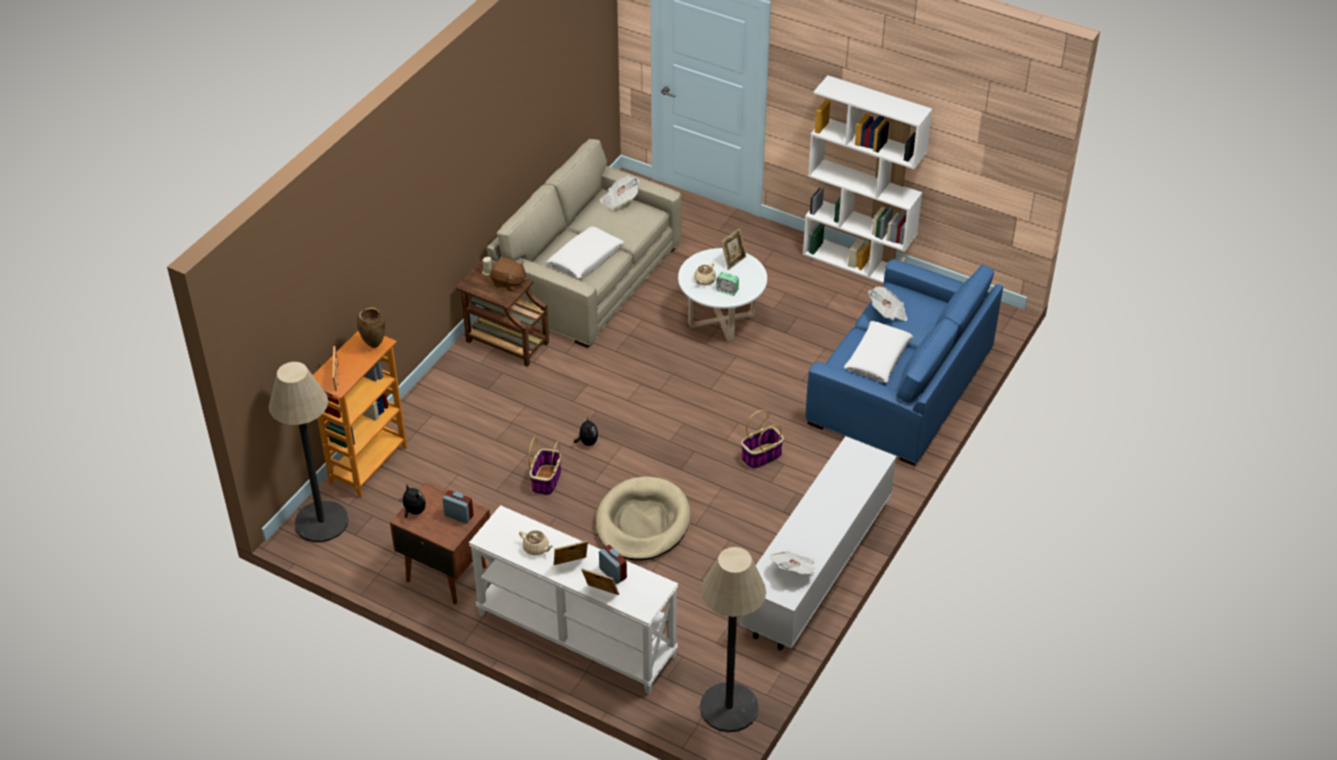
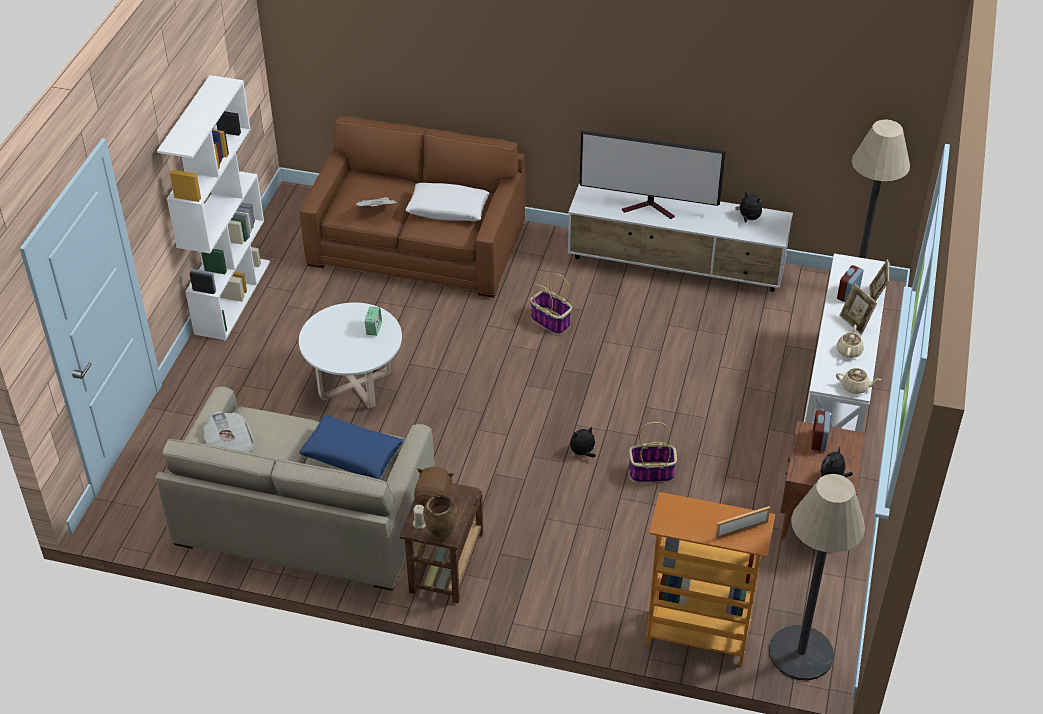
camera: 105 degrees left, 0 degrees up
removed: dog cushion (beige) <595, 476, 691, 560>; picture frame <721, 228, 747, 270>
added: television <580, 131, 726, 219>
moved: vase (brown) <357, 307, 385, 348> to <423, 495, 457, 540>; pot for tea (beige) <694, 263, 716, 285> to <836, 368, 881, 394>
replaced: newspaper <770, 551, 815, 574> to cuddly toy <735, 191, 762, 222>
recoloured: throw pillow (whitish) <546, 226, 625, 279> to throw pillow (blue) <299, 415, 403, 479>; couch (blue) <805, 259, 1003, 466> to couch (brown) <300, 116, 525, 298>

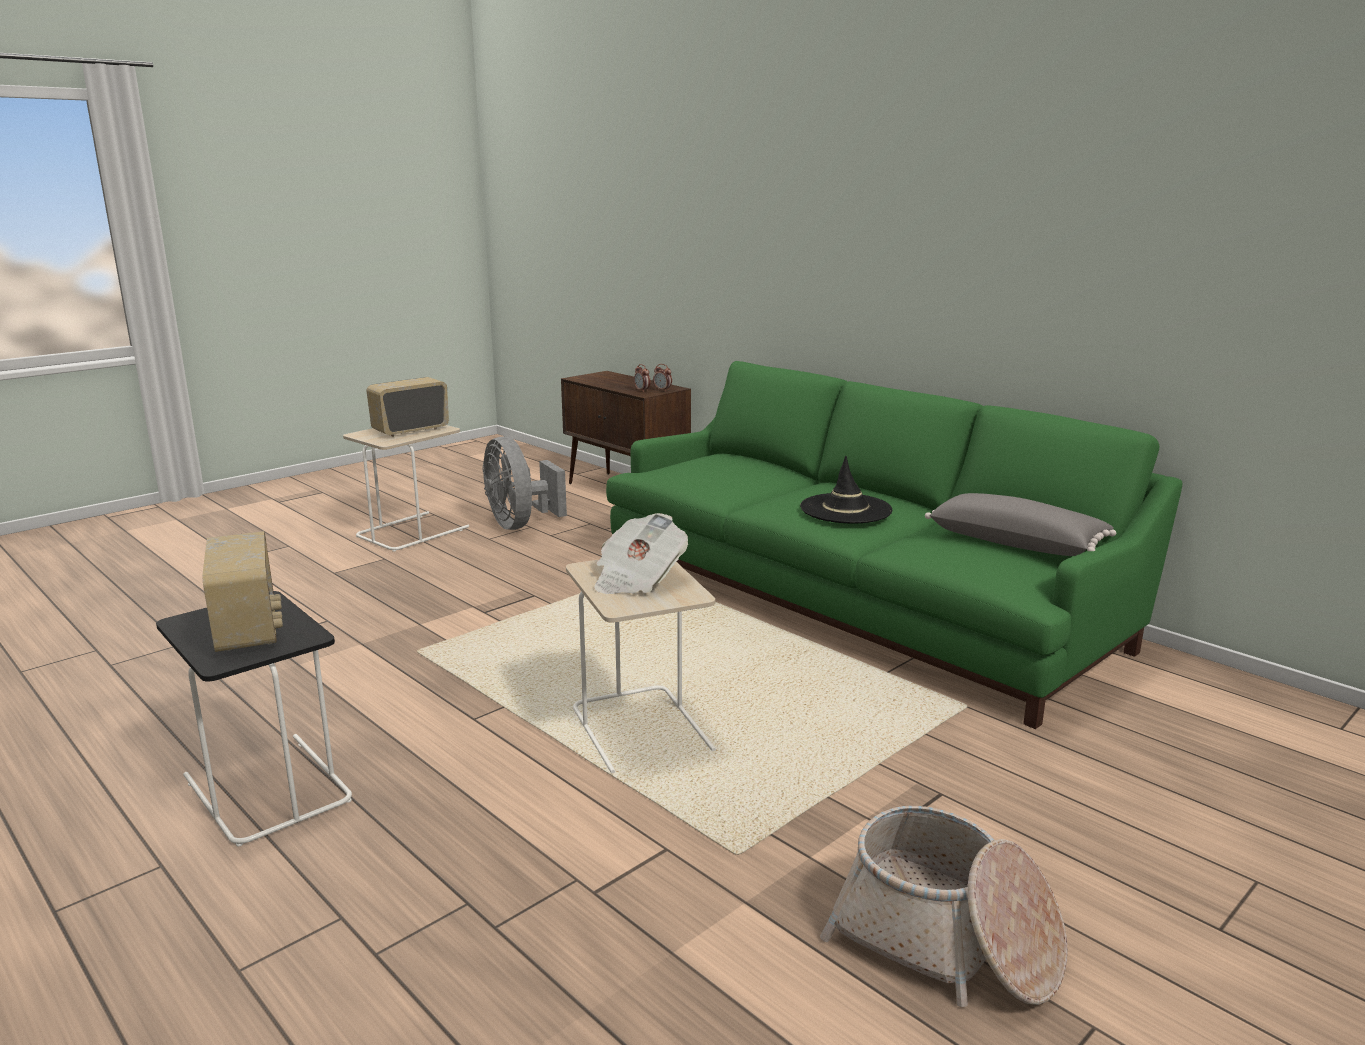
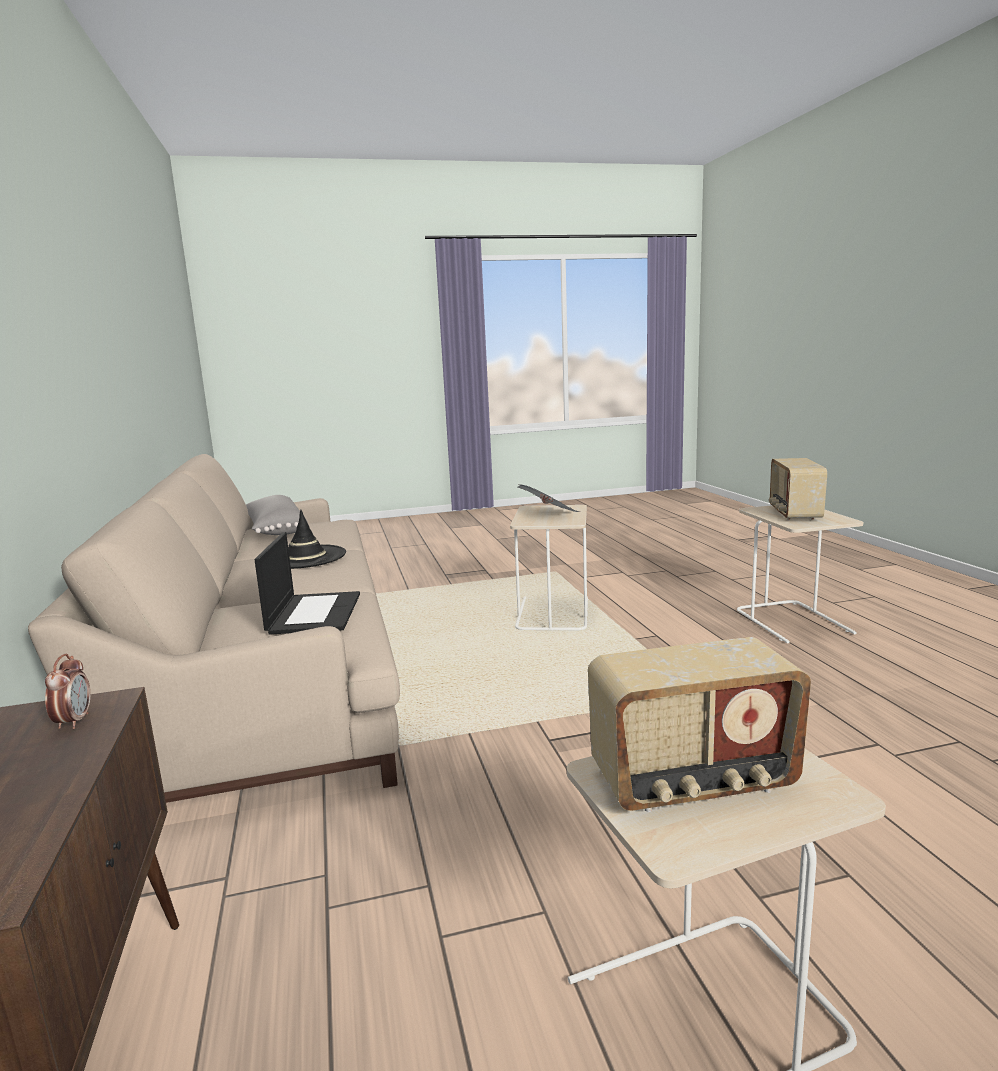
camera: 150 degrees left, 5 degrees down
removed: cooling fan (grey) <483, 437, 567, 530>; table clock <653, 364, 672, 392>; household basket <820, 806, 1068, 1007>
added: portable computer <254, 532, 360, 635>
recoloured: side table (black) <156, 591, 352, 846> to side table (beige) <737, 505, 863, 643>; couch (green) <606, 361, 1182, 729> to couch (beige) <28, 454, 400, 803>

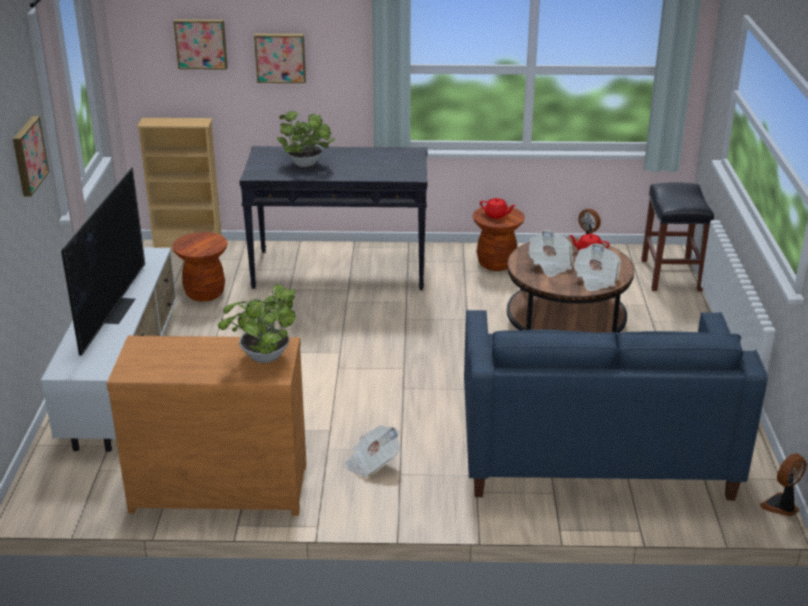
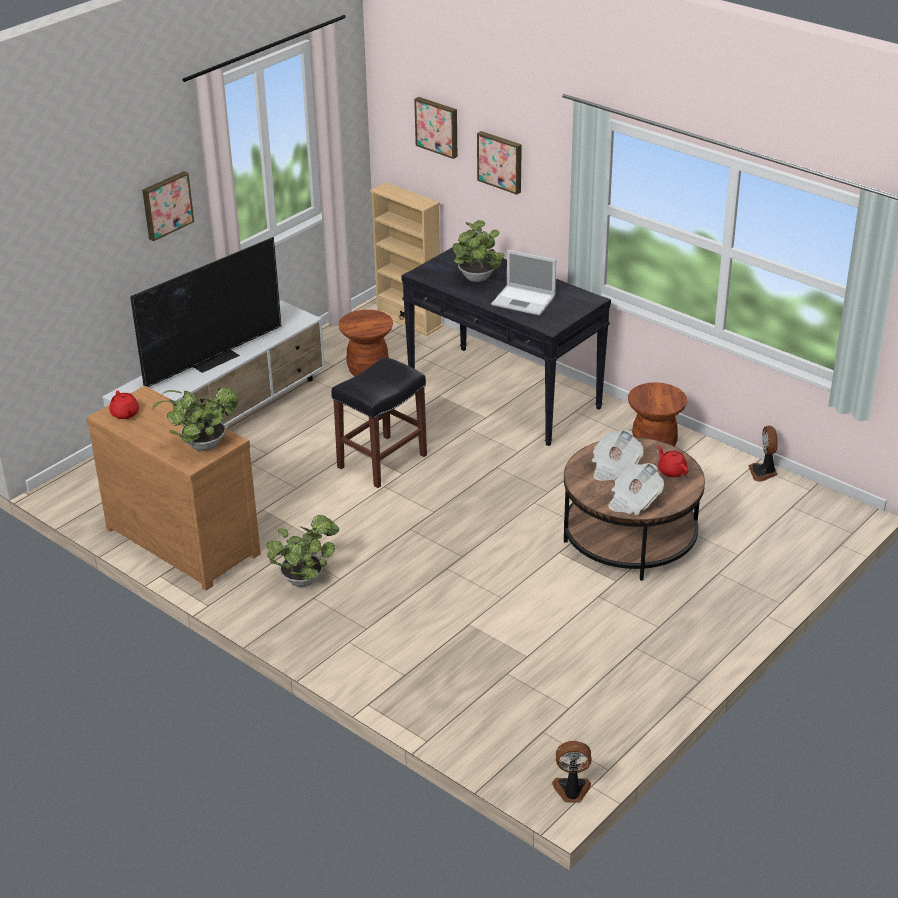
camera: 40 degrees right, 5 degrees up
removed: couch (blue) <464, 310, 768, 501>
added: portable computer <491, 250, 556, 316>
moved: pot for tea (red) <480, 198, 516, 219> to <109, 391, 139, 419>; sitting stool (black) <641, 183, 714, 292> to <331, 357, 427, 488>
replaced: newspaper <343, 425, 401, 478> to potted plant <267, 515, 339, 587>

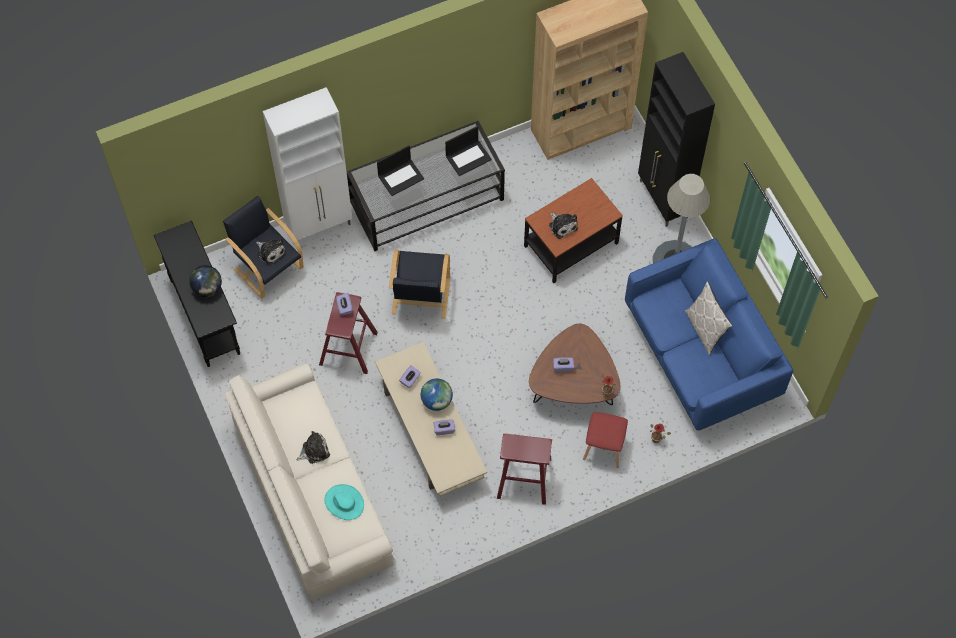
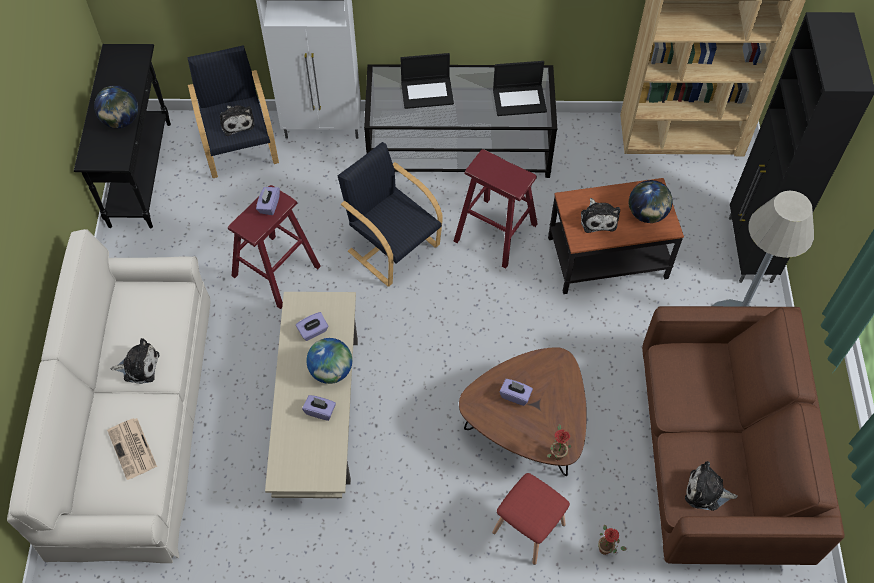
camera: 25 degrees right, 5 degrees down
removed: throw pillow <685, 281, 733, 355>
added: world globe <629, 180, 673, 223>; cuddly toy <685, 461, 738, 511>
moved: sitting stool (red) <497, 433, 552, 505> to <454, 149, 538, 269>
replaced: clothing hat (turquoise-coloured) <324, 484, 364, 520> to newspaper <107, 418, 157, 480>
recoloured: couch (blue) <625, 238, 794, 431> to couch (brown) <642, 306, 845, 565>
turned: armchair (black) <389, 250, 450, 319> = <337, 142, 442, 287> 105 degrees clockwise

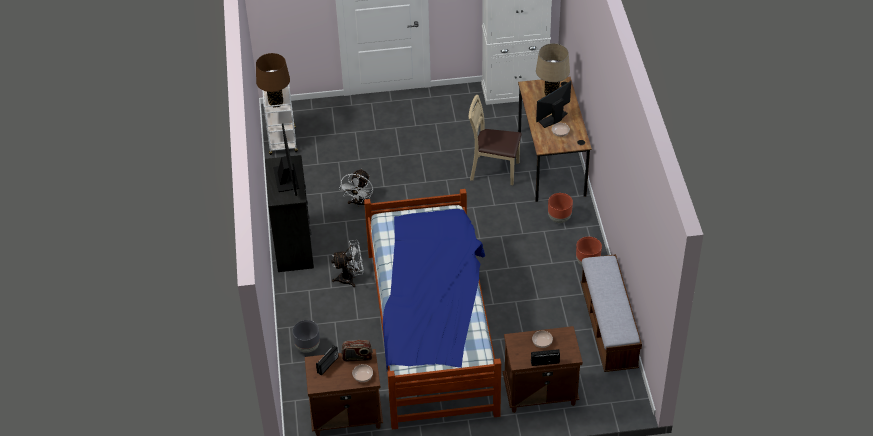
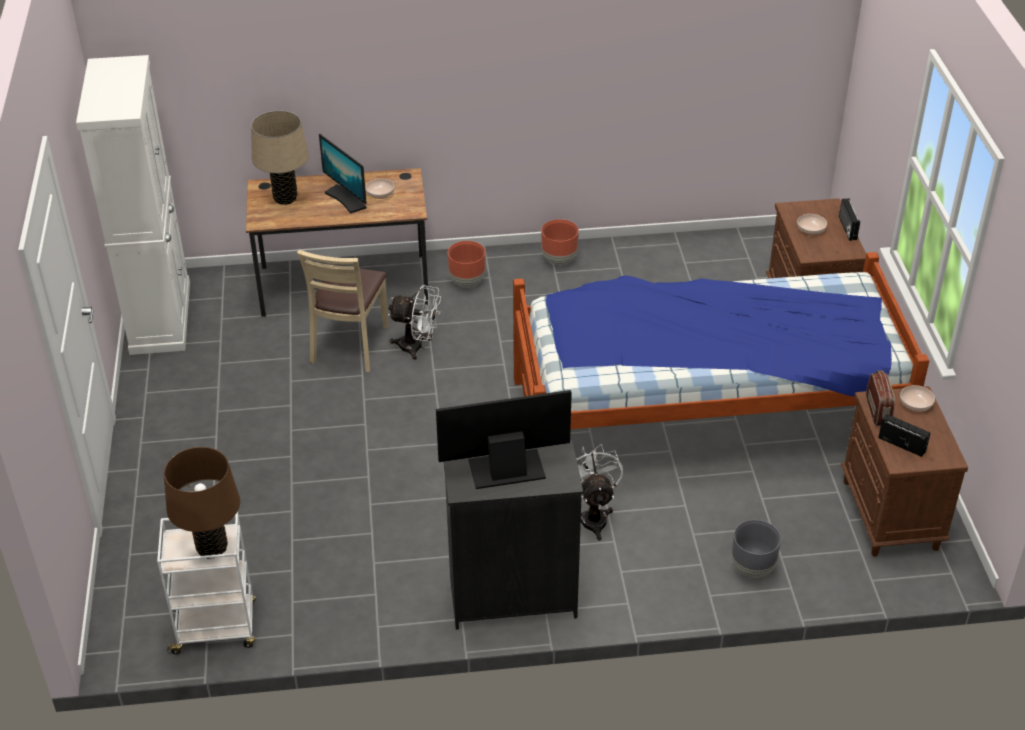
camera: 90 degrees left, 5 degrees down
removed: indoor bench <581, 254, 642, 372>
moved: cooling fan (whitish) <339, 169, 373, 207> to <388, 285, 441, 360>

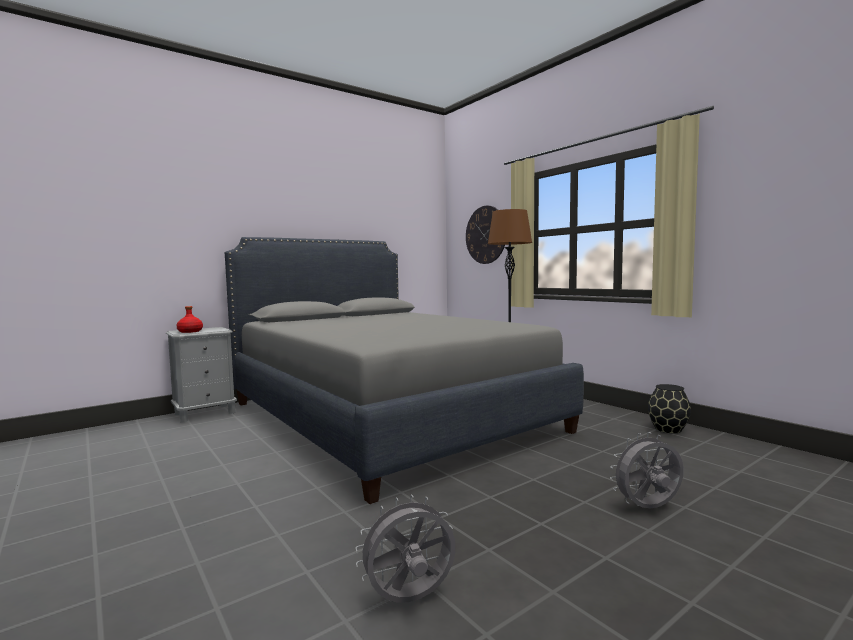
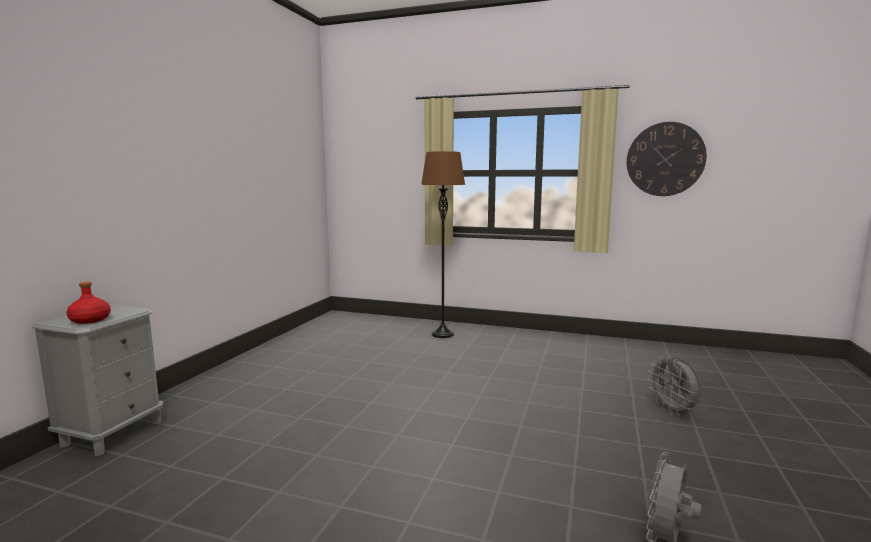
camera: 35 degrees left, 5 degrees up
removed: bedroom bed (grey) <225, 237, 584, 504>; vase (black) <648, 384, 691, 433>
moved: wall clock <466, 206, 505, 264> to <627, 122, 707, 196>
turned: cooling fan (grey) <610, 432, 684, 508> = <648, 356, 701, 415> 60 degrees counterclockwise

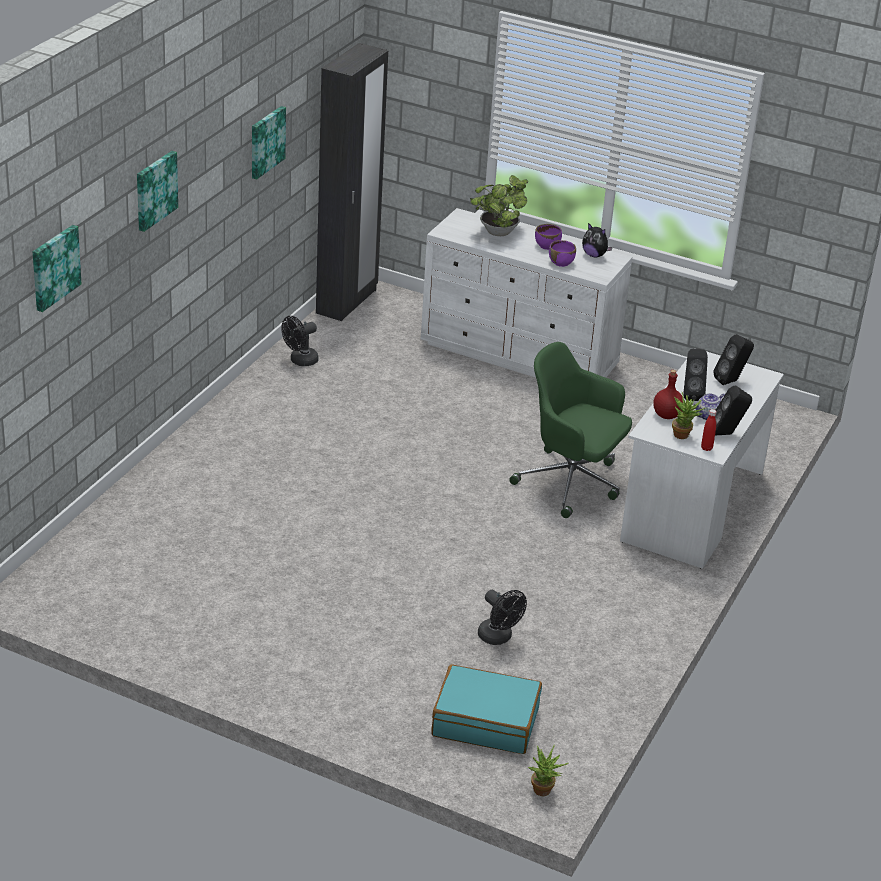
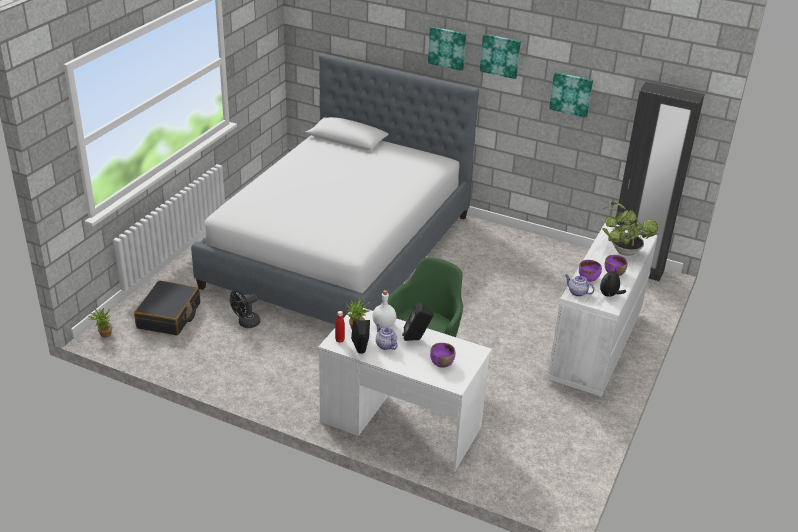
camera: 90 degrees right, 0 degrees up
removed: cooling fan (black) <281, 316, 319, 366>
added: bedroom bed <191, 53, 479, 324>; pot for tea <565, 274, 595, 297>
moved: picture <33, 225, 81, 312> to <480, 34, 521, 79>
replaced: audio speaker (black) <713, 334, 754, 385> to bowl (purple) <430, 343, 455, 368>
recoloured: suitcase (turquoise-coloured) <431, 665, 542, 754> to suitcase (black) <134, 280, 200, 336>; drink bottle (red) <653, 370, 683, 419> to drink bottle (whitish) <373, 290, 396, 328>

